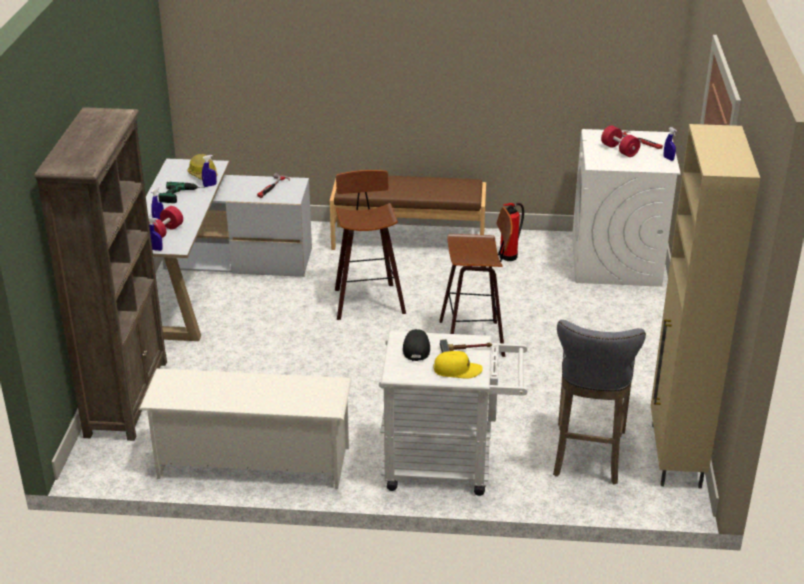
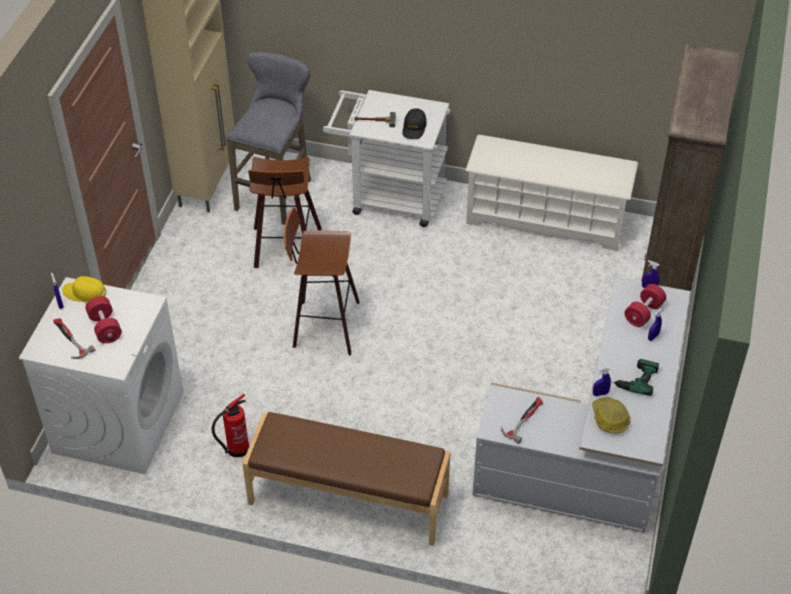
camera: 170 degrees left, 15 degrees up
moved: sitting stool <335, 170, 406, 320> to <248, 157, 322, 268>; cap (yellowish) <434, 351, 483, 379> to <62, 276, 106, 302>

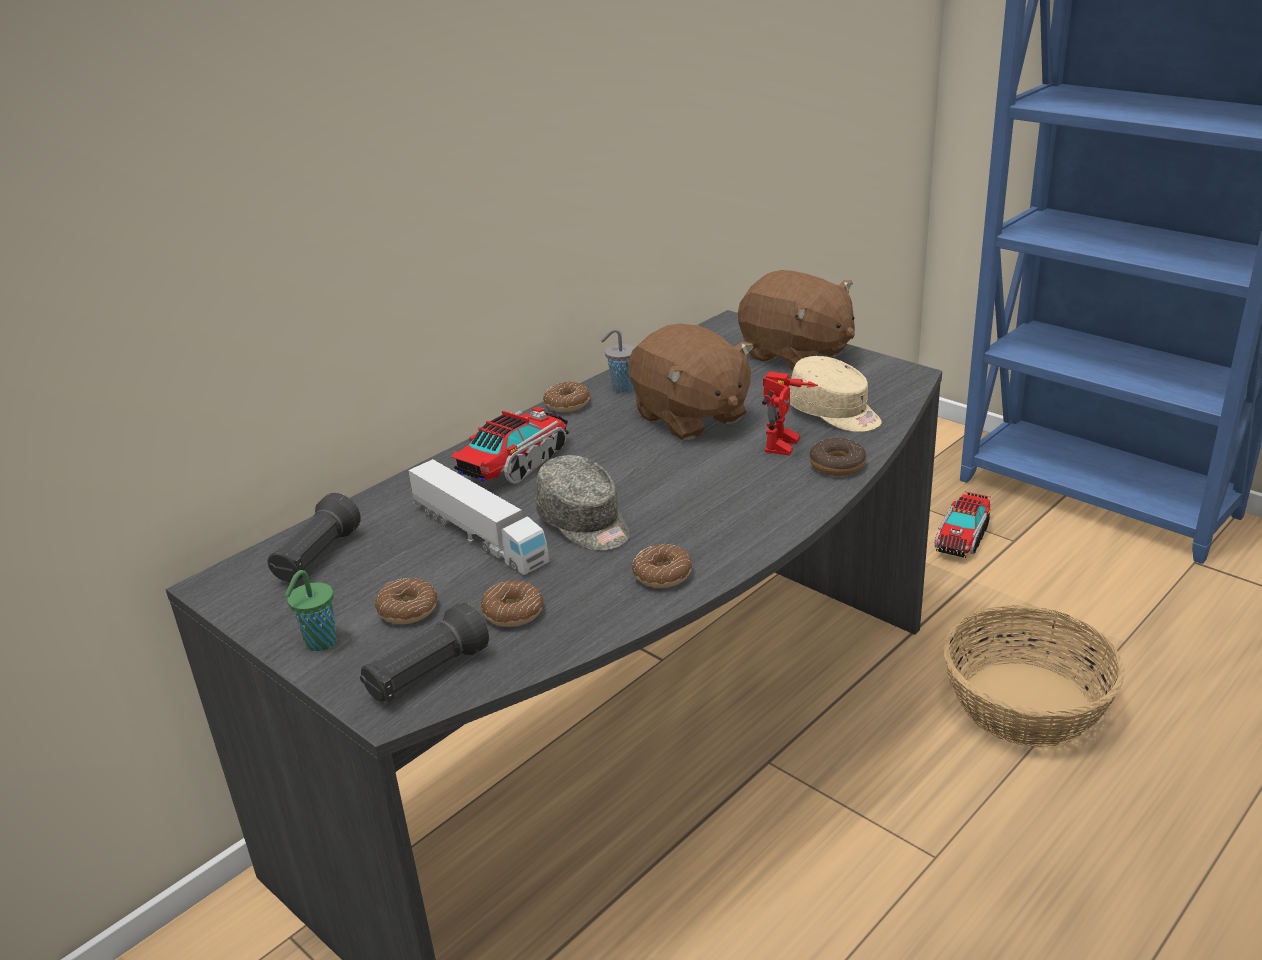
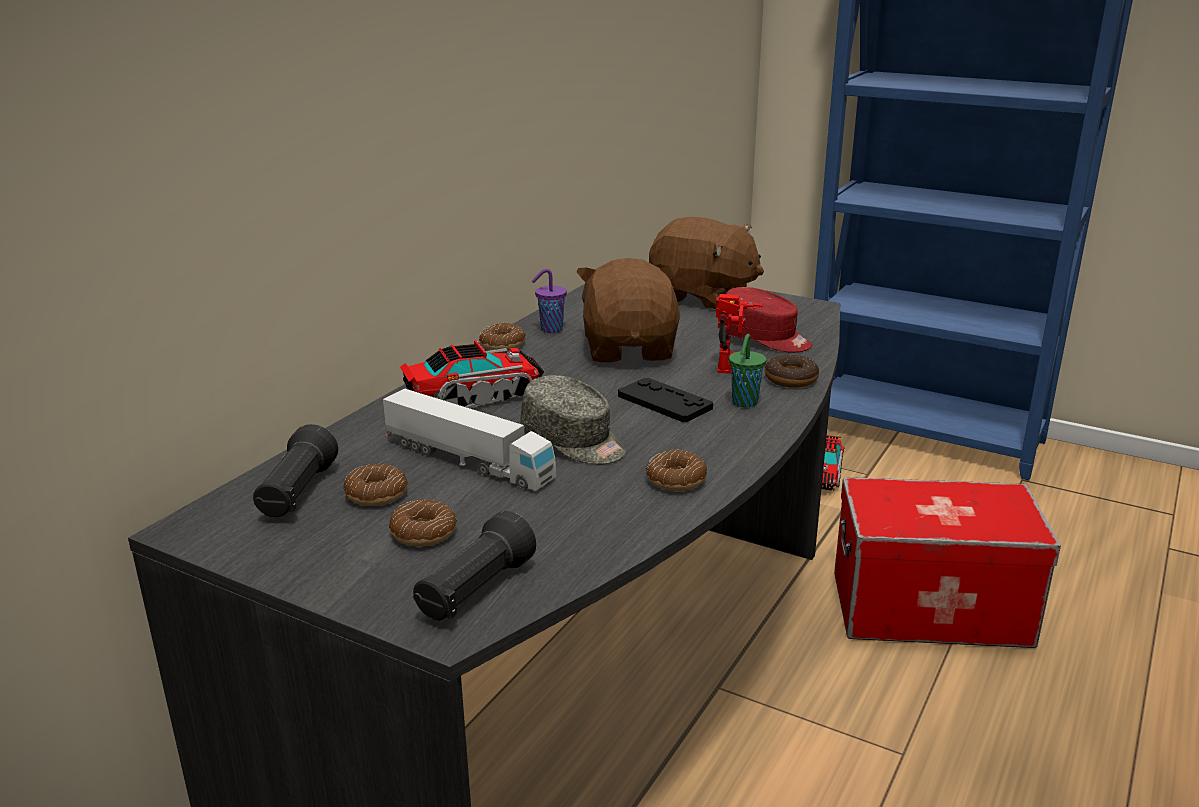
camera: 15 degrees left, 5 degrees down
added: gamepad (black) <618, 378, 713, 422>
moved: drinking cup (green) <285, 570, 337, 651> to <729, 334, 766, 407>; donut <481, 581, 544, 627> to <343, 464, 408, 506>
replaced: household basket <943, 605, 1125, 747> to storage bin <834, 477, 1061, 648>
recoloured: drinking cup (grey) <601, 329, 635, 393> to drinking cup (purple) <532, 269, 567, 333>; cap (beige) <789, 356, 882, 432> to cap (red) <725, 287, 812, 353>
turned: model truck <451, 407, 569, 484> = <400, 340, 544, 408> 45 degrees clockwise; cuddly toy (brown) <628, 324, 754, 440> = <576, 258, 680, 362> 135 degrees counterclockwise

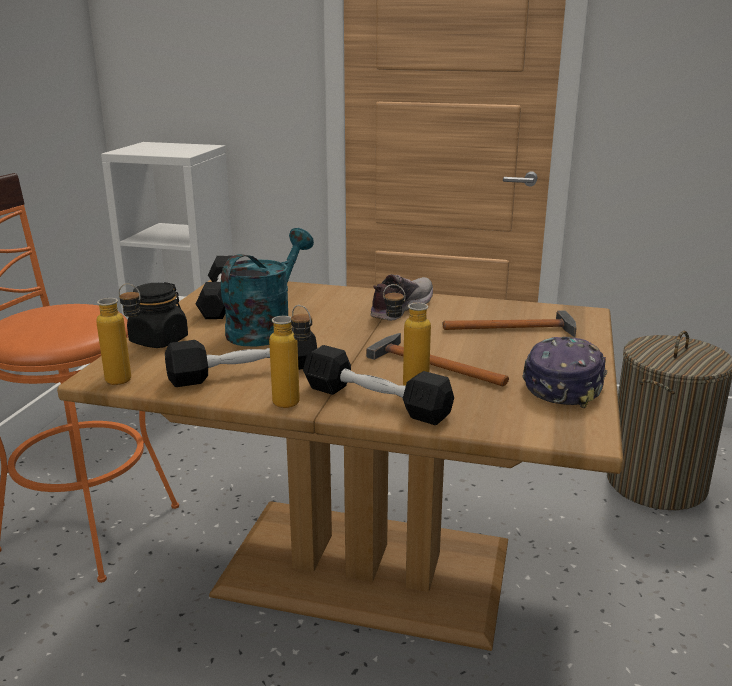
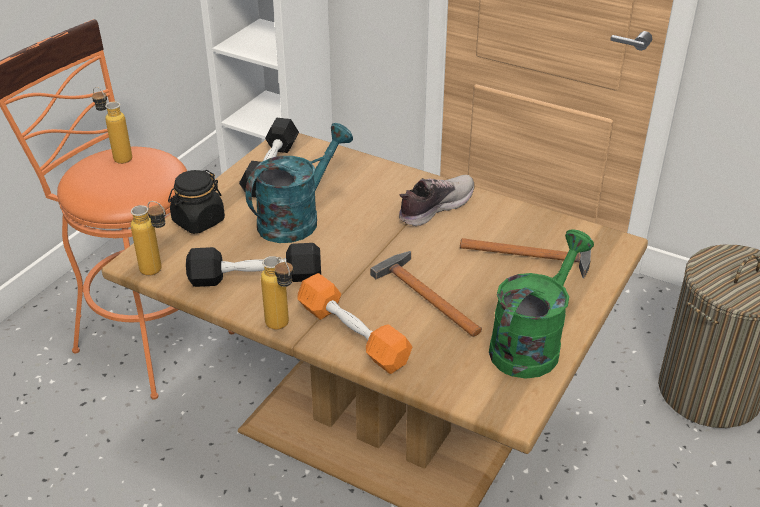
camera: 15 degrees right, 15 degrees up
moved: drink bottle <383, 284, 431, 386> to <92, 87, 132, 164>
replaced: cap <522, 337, 607, 408> to watering pot (green) <489, 229, 594, 379>
recoloured: free weight (black) <303, 345, 454, 425> to free weight (orangey) <297, 273, 412, 374>

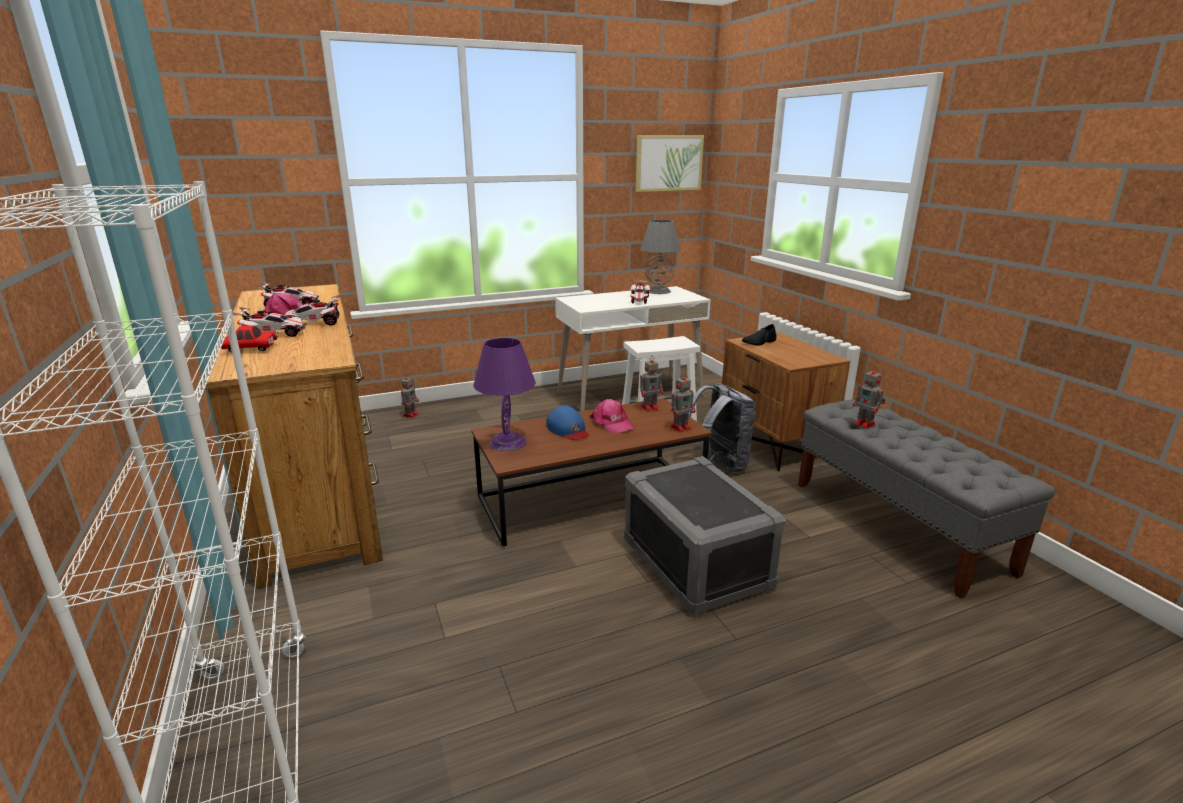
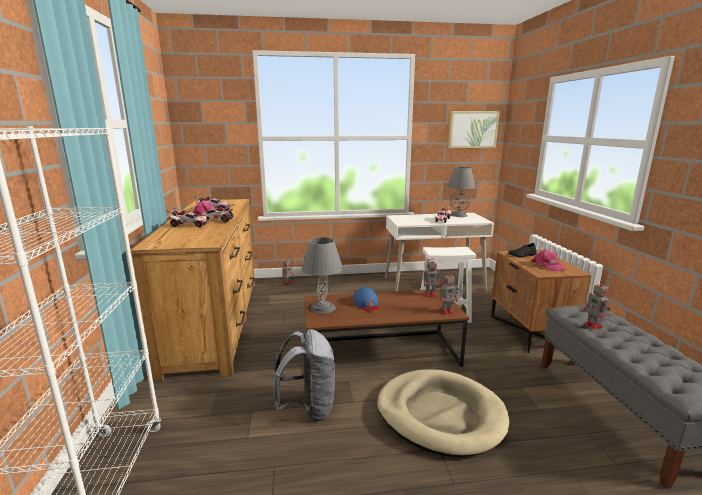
camera: 15 degrees right, 5 degrees down
removed: miniature car (red) <221, 325, 278, 353>
moved: cap (pink) <590, 399, 635, 433> to <532, 249, 567, 271>; rucksack (grey) <689, 383, 756, 473> to <273, 329, 336, 422>
replaced: storage bin (grey) <624, 456, 786, 616> to dog cushion (beige) <377, 370, 509, 457>
recoloured: lamp for a table (purple) <473, 338, 536, 451> to lamp for a table (grey) <301, 237, 343, 314>

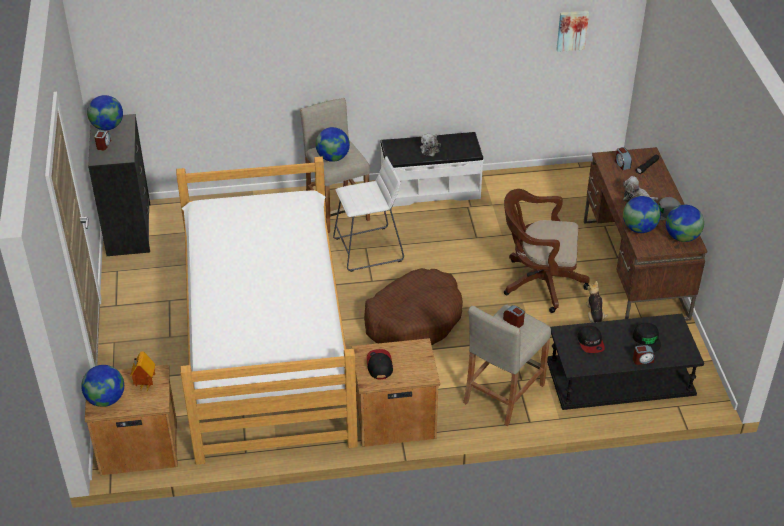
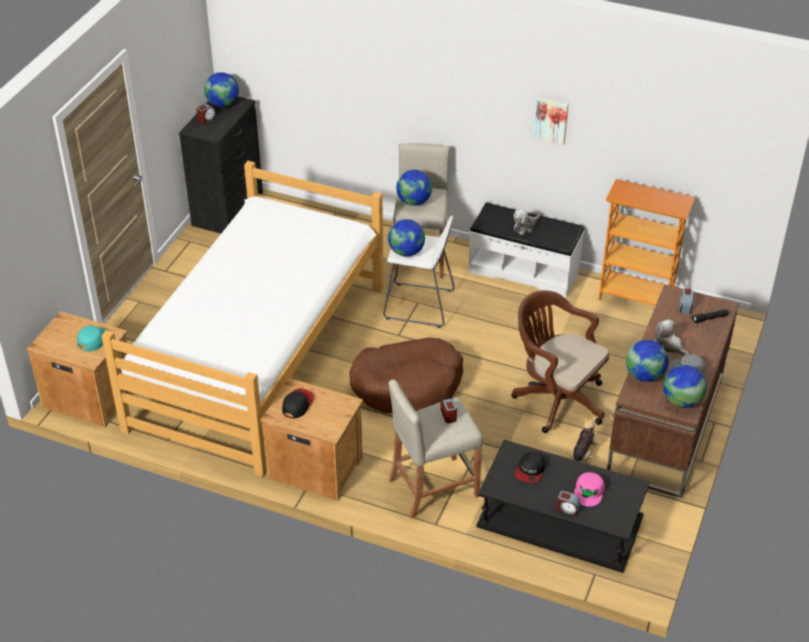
camera: 30 degrees right, 0 degrees up
added: shelving unit <598, 179, 695, 306>
moved: world globe <81, 365, 124, 407> to <388, 219, 425, 257>; picture <556, 11, 589, 52> to <534, 97, 568, 145>
replaced: toy house <130, 351, 155, 392> to cap (turquoise-coloured) <77, 326, 108, 351>
recoloured: cap (black) <633, 323, 661, 352> to cap (pink) <574, 472, 605, 507>

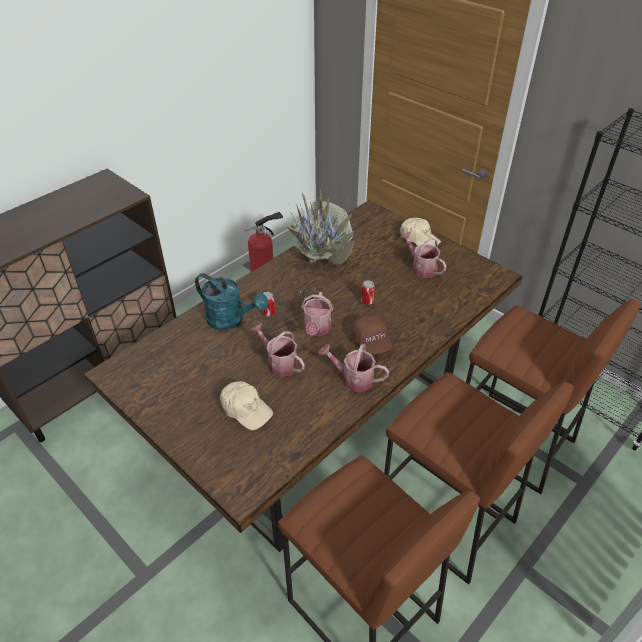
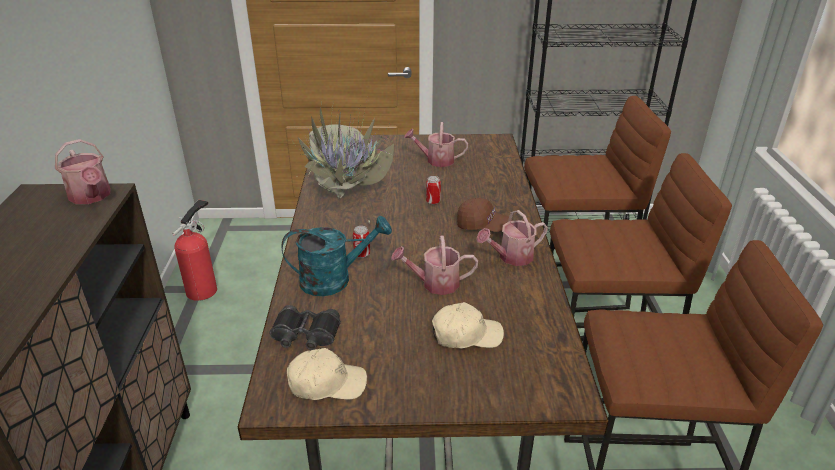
camera: 45 degrees left, 10 degrees down
added: field glasses (black) <269, 305, 341, 350>
moved: watering pot <301, 292, 333, 336> to <55, 139, 111, 204>; cap (beige) <400, 218, 441, 246> to <287, 348, 367, 400>

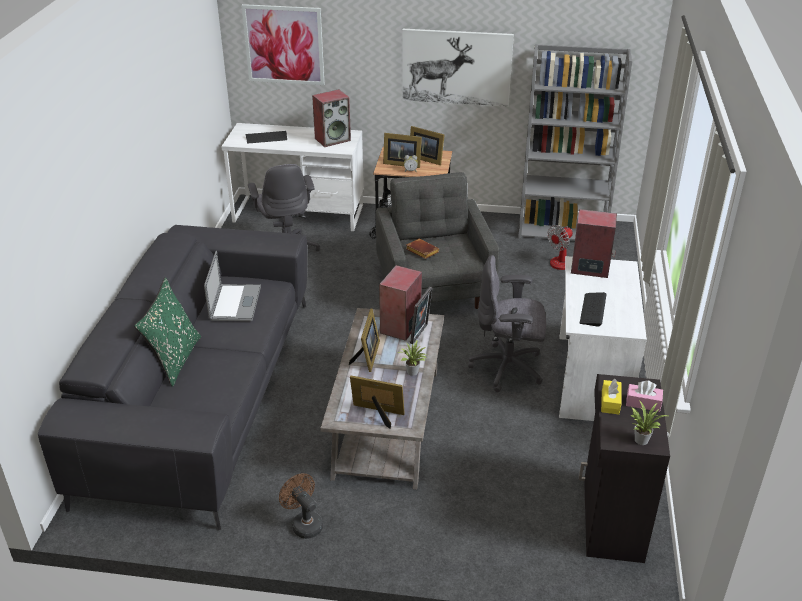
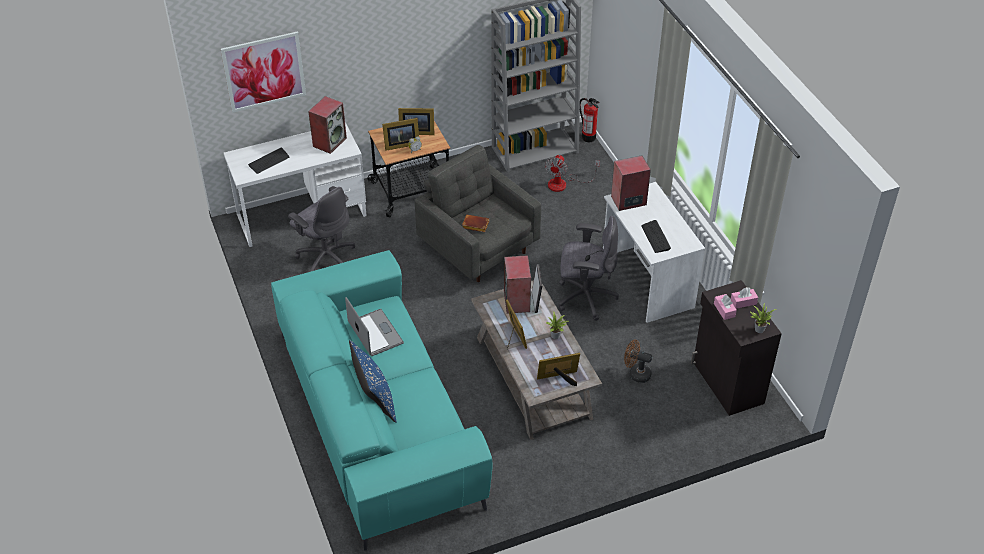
camera: 30 degrees left, 10 degrees up
removed: picture <402, 29, 514, 107>
added: fire extinguisher <580, 98, 600, 142>
moved: cooling fan (brown) <279, 473, 323, 539> to <624, 339, 652, 383>
recoloured: couch (grey) <38, 225, 307, 530> to couch (turquoise-coloured) <271, 250, 492, 551>; throw pillow (green) <134, 277, 201, 387> to throw pillow (blue) <349, 340, 397, 423>; box of tissues (yellowish) <601, 379, 622, 415> to box of tissues (pink) <714, 294, 737, 320>
turned: office chair (grey) <468, 255, 546, 392> = <559, 216, 619, 321> 150 degrees counterclockwise

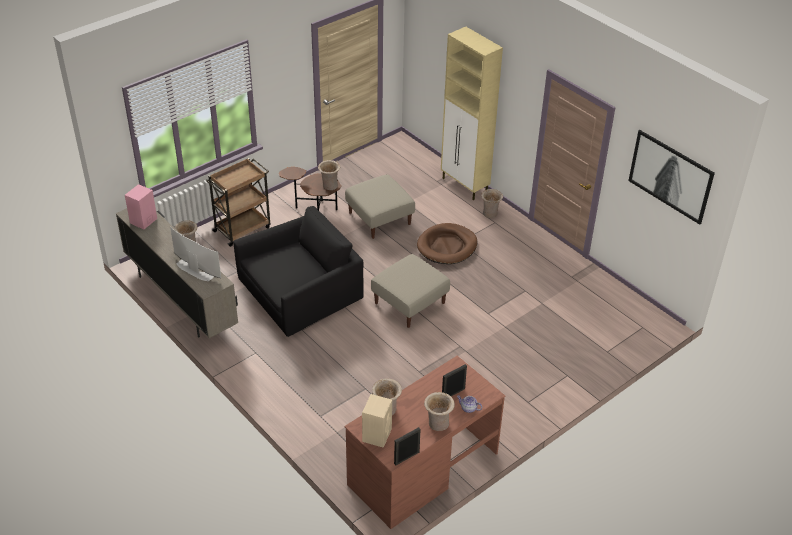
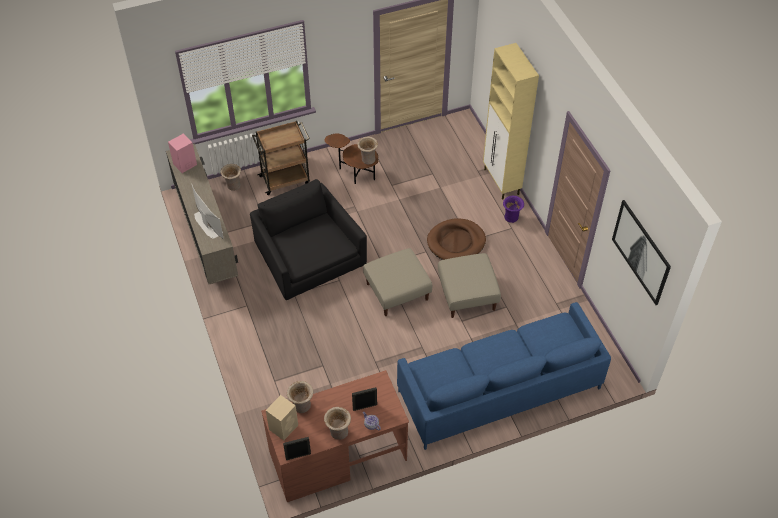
camera: 20 degrees right, 10 degrees up
added: couch (blue) <397, 302, 611, 450>
moved: ottoman (beige) <345, 175, 415, 239> to <438, 253, 501, 318>
recoloured: vase (beige) <481, 189, 503, 218> to vase (purple) <503, 196, 524, 223>
turned: armchair (black) <233, 206, 363, 337> = <250, 179, 367, 300> 105 degrees counterclockwise

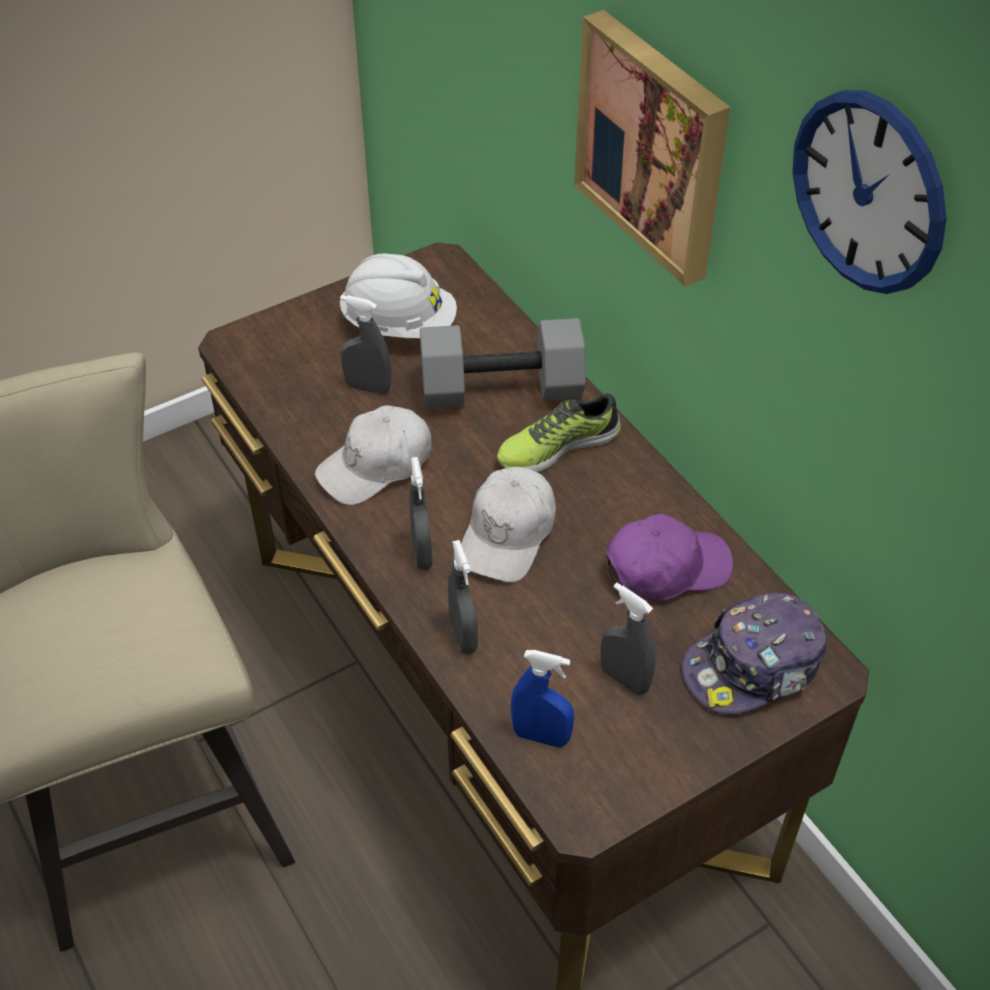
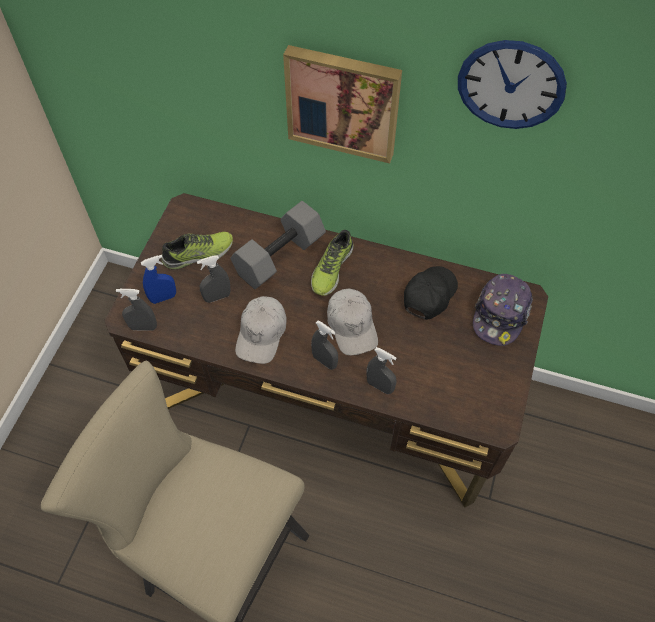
camera: 40 degrees left, 10 degrees up
moved: sprayer (blue) <511, 650, 574, 747> to <141, 255, 176, 304>; sprayer (grey) <601, 583, 656, 695> to <116, 289, 157, 331>
replaced: safety helmet (whitish) <339, 253, 457, 339> to low shoe <162, 232, 233, 270>
recoloured: cap (purple) <605, 514, 733, 600> to cap (black) <404, 266, 458, 320>

